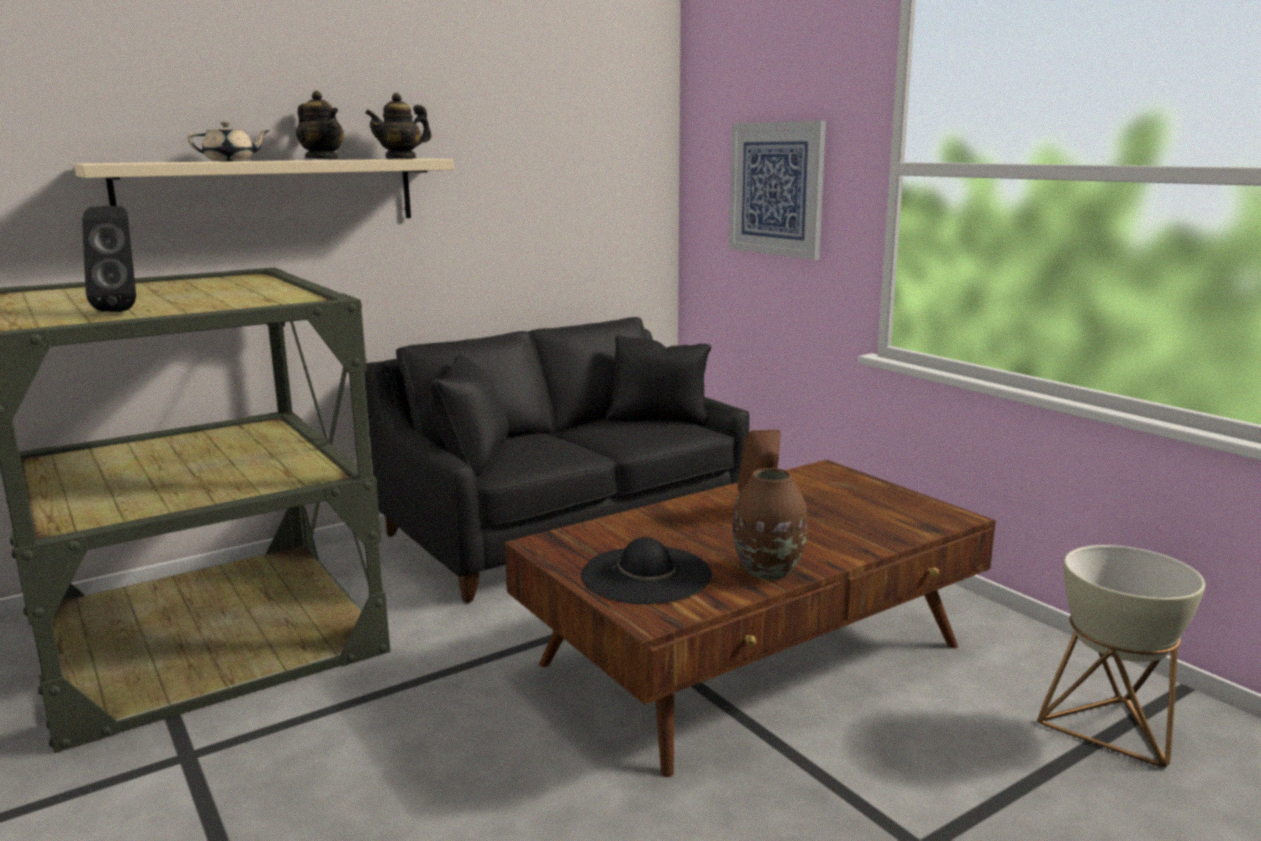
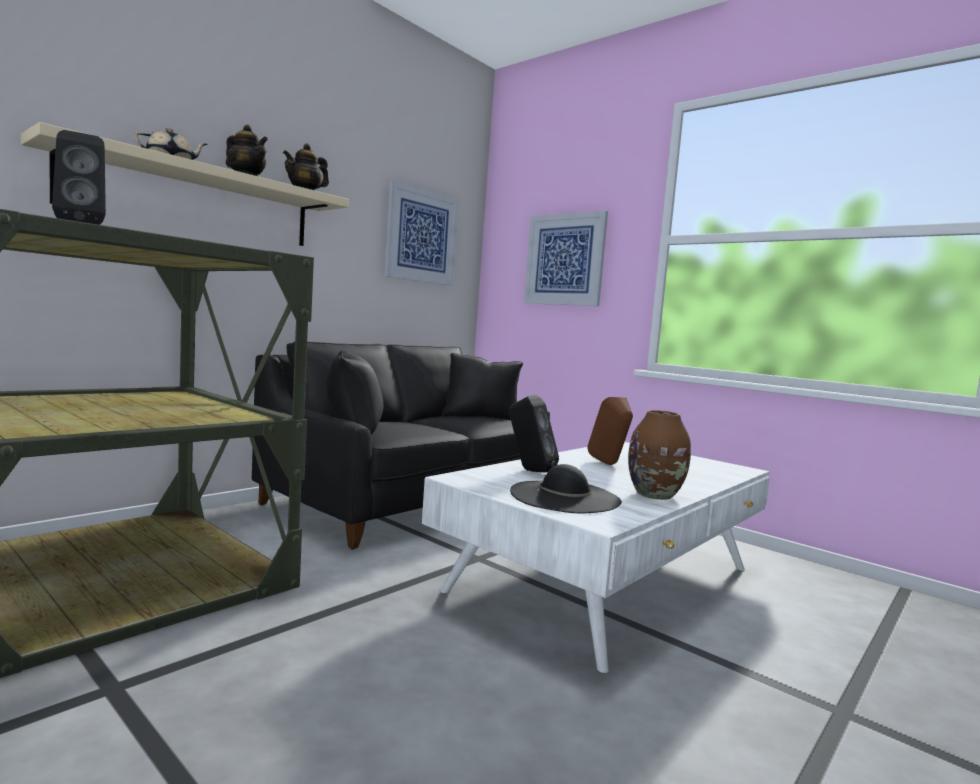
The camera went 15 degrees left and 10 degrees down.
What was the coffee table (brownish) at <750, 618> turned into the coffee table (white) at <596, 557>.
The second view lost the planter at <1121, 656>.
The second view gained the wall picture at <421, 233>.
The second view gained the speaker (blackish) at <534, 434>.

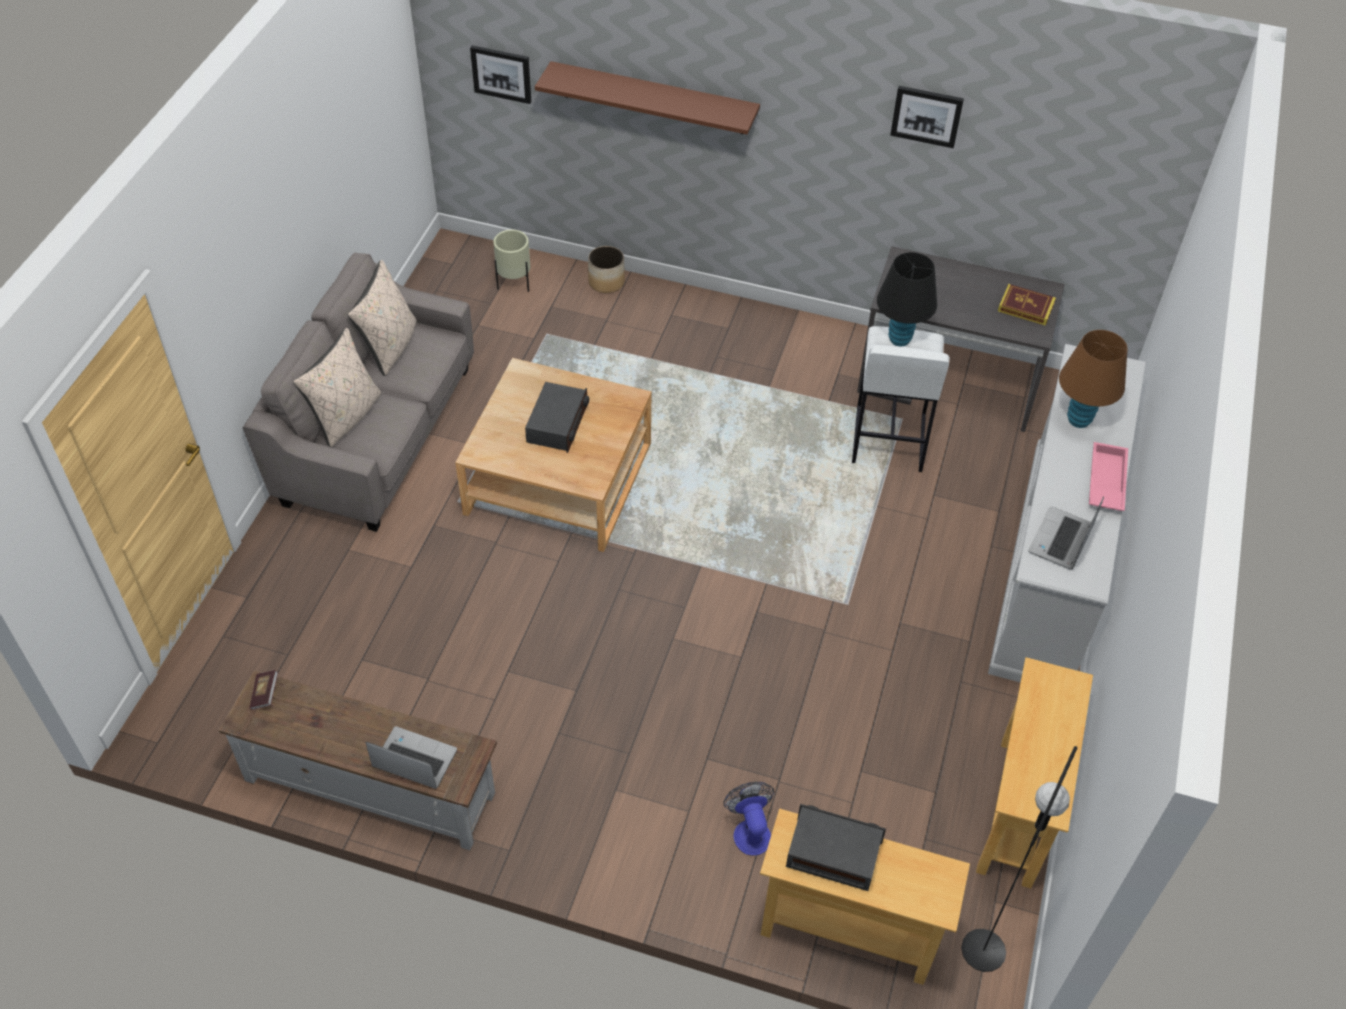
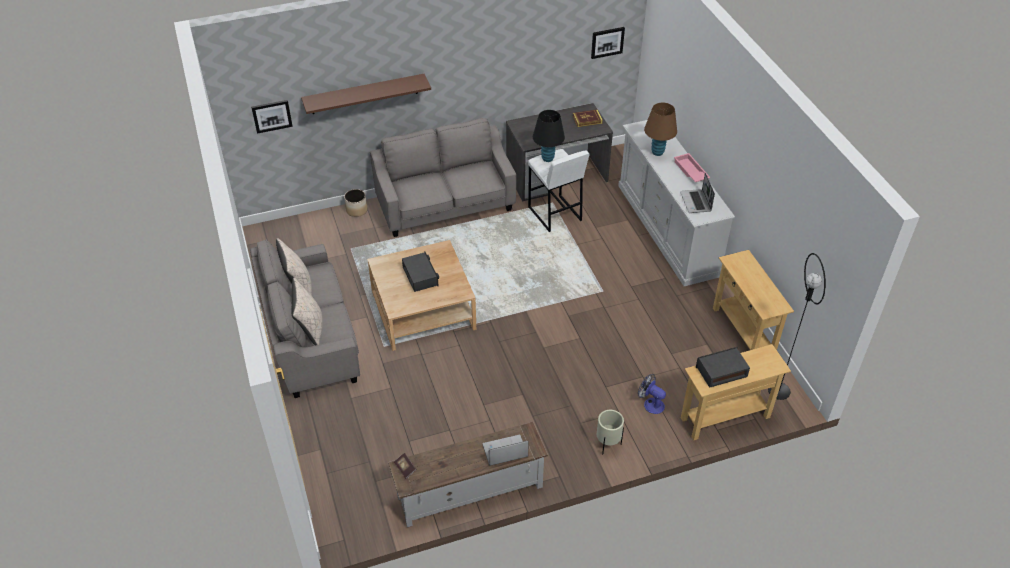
The camera went 35 degrees left and 5 degrees down.
The planter (sand-coloured) ended up elsewhere, having gone from <511, 261> to <610, 432>.
The wall picture ended up elsewhere, having gone from <927, 117> to <608, 43>.
The second view gained the sofa (grey) at <443, 177>.

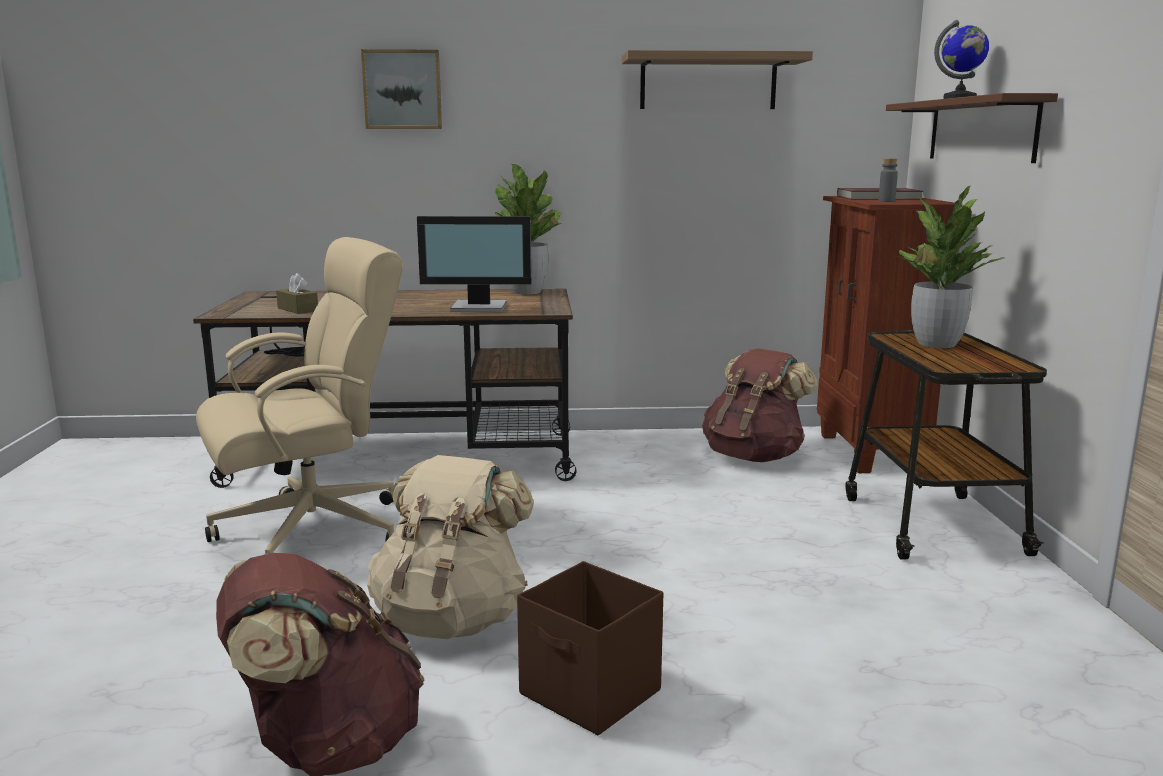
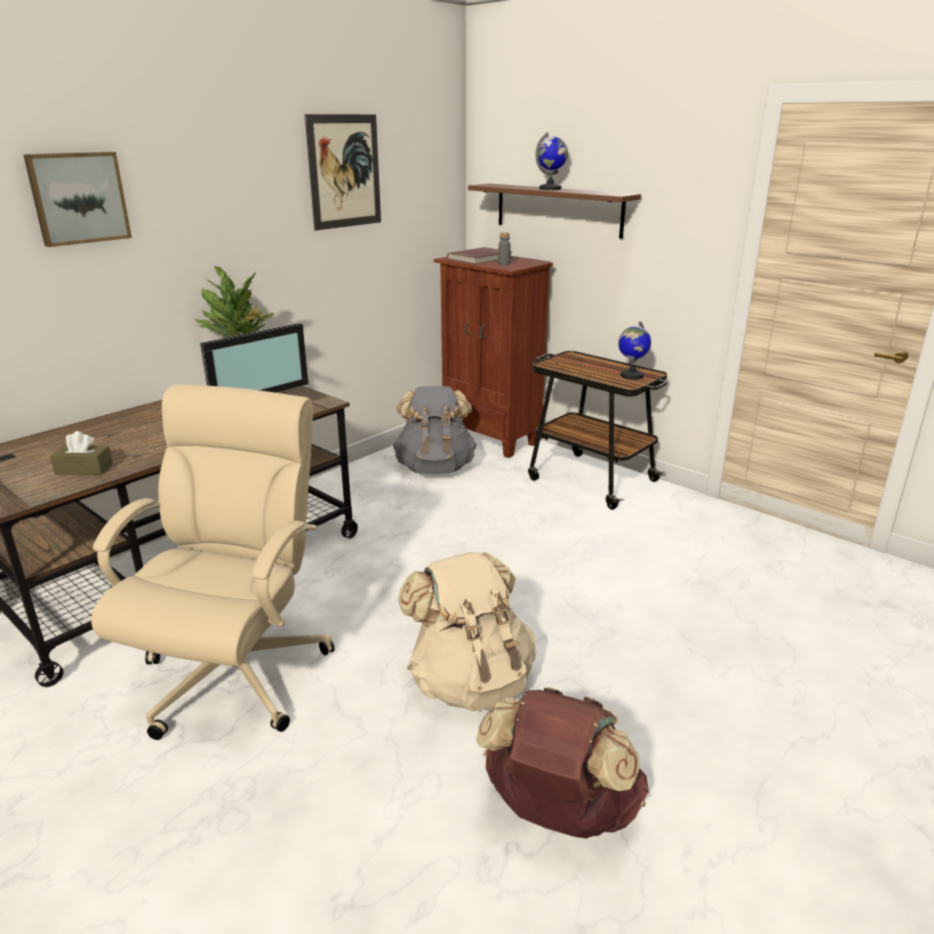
The camera went 45 degrees left and 10 degrees up.
The second view lost the storage box (brownish) at <590, 648>.
Where the shelf hung at <717, 79>, the wall picture came to hang at <343, 172>.
What was the backpack (brownish) at <759, 405> turned into the backpack (grey) at <435, 430>.
The second view lost the houseplant at <951, 267>.
The second view gained the desk globe at <634, 350>.

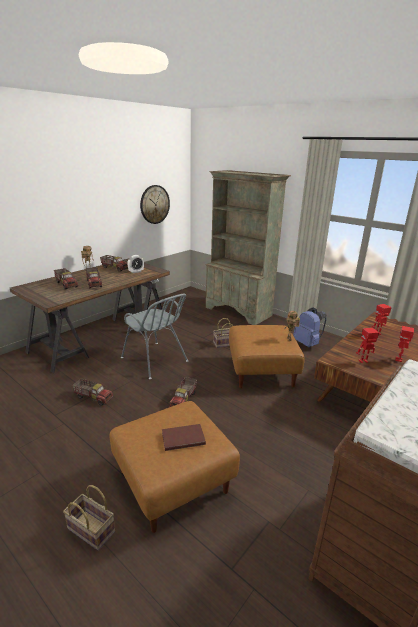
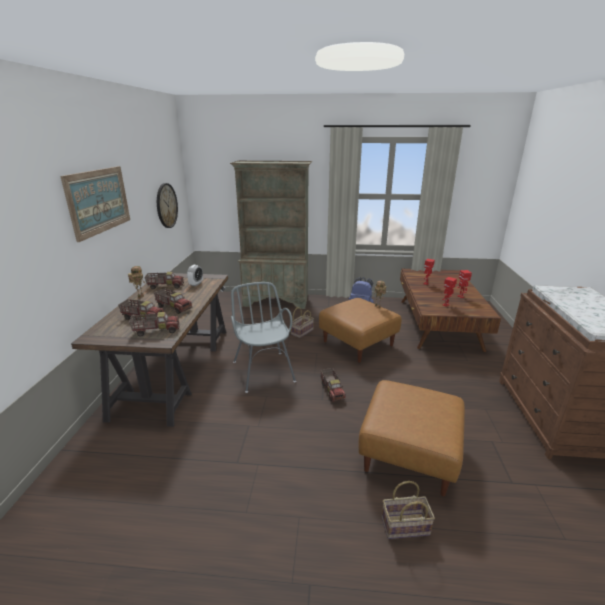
The camera went 35 degrees left and 0 degrees up.
The toy lorry ended up elsewhere, having gone from <92, 392> to <154, 324>.
The plain chair (grey) at <154, 336> ended up facing another way, 120 degrees counterclockwise from before.
The second view lost the book (brownish) at <184, 437>.
The second view gained the wall picture at <95, 204>.

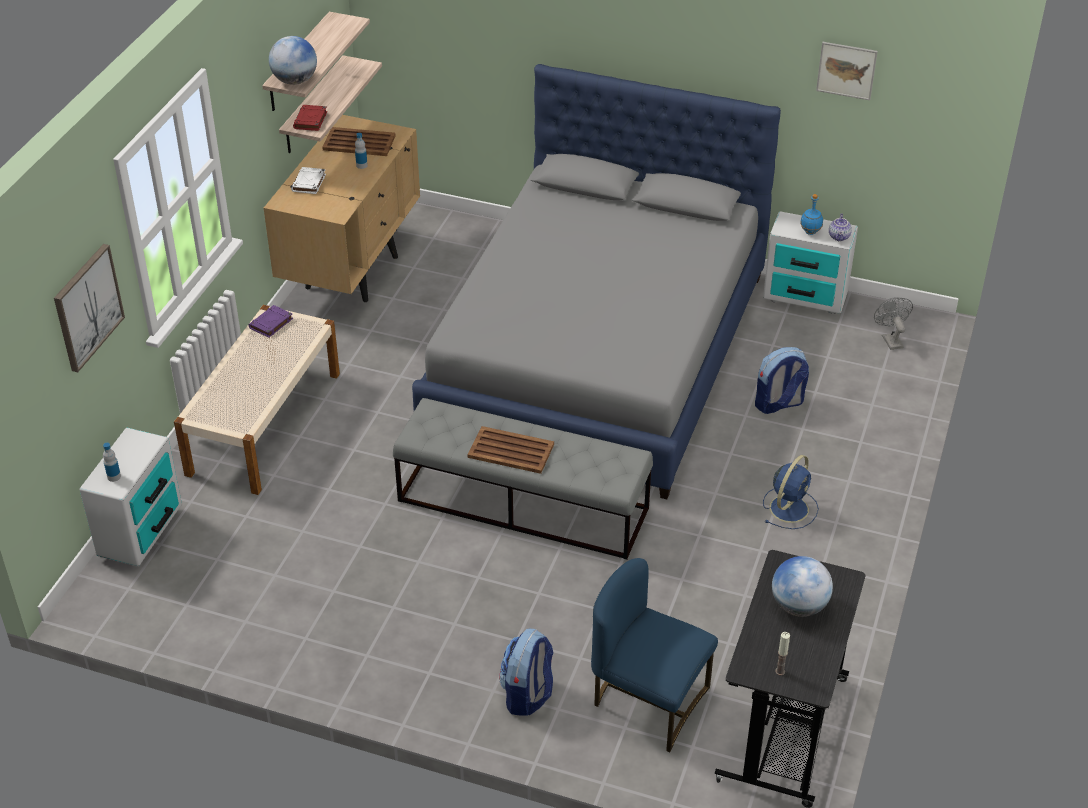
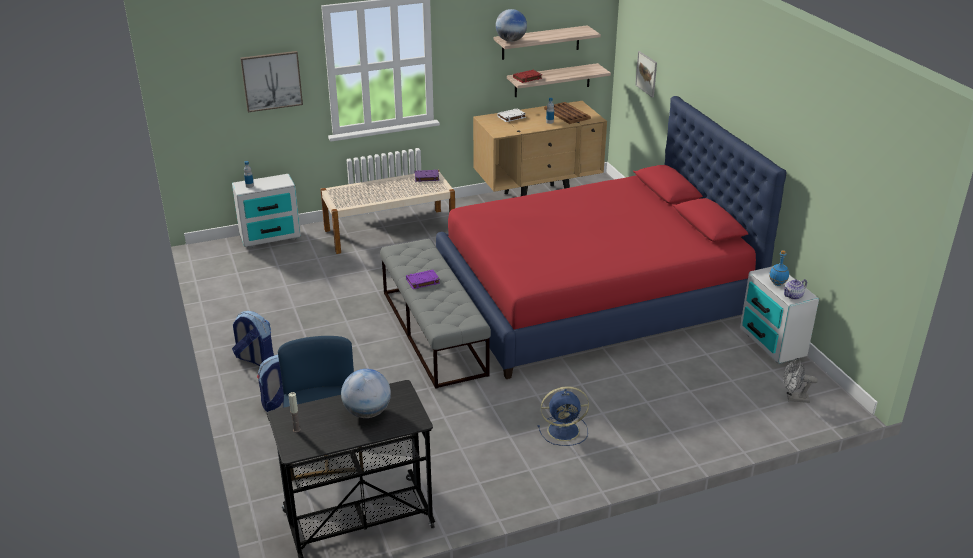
The camera went 50 degrees right and 10 degrees down.
What was the bed (grey) at <596, 281> turned into the bed (red) at <611, 237>.
Where the tray (brownish) stood at <510, 450>, the book (purplish) came to stand at <423, 279>.
The backpack ended up elsewhere, having gone from <782, 380> to <253, 338>.
The wall picture ended up elsewhere, having gone from <847, 71> to <646, 74>.
The electric fan (grey) at <893, 323> ended up facing another way, 120 degrees counterclockwise from before.

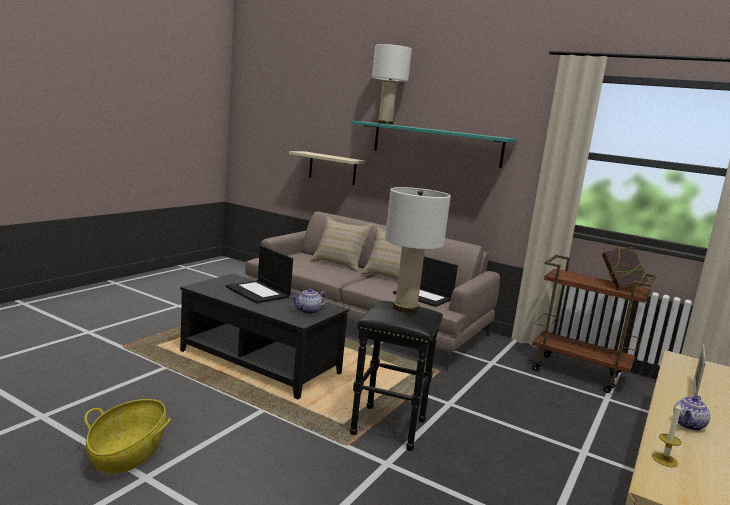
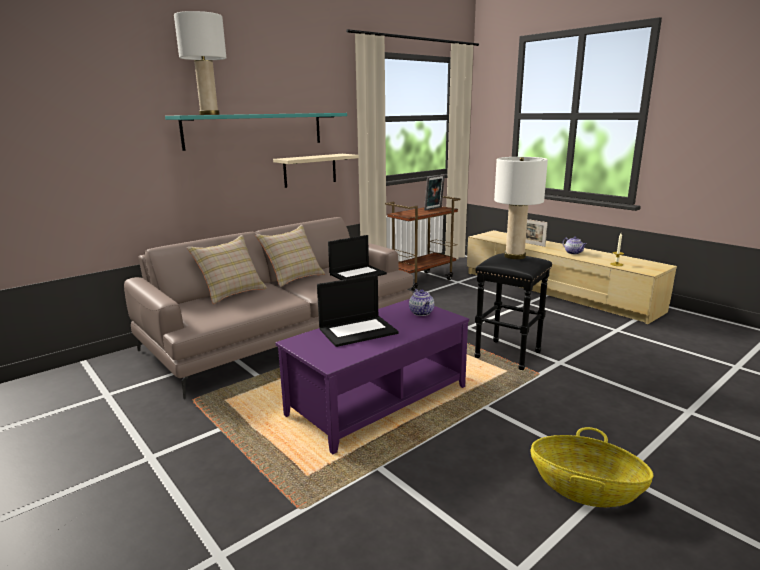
The camera went 70 degrees left and 5 degrees up.
What was the coffee table (blackish) at <264, 336> turned into the coffee table (purplish) at <372, 376>.
The shelf (sand-coloured) ended up elsewhere, having gone from <327, 168> to <316, 171>.
Where the book stood at <625, 268>, the standing frame came to stand at <434, 192>.

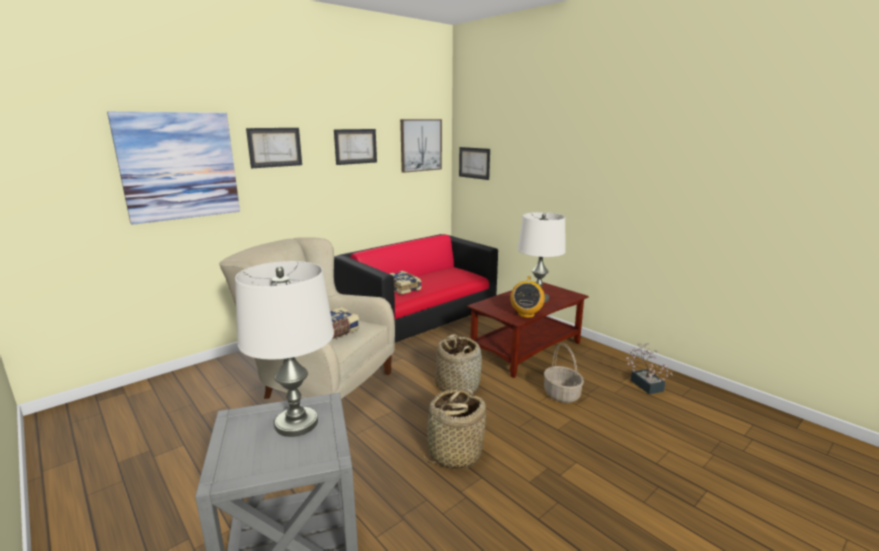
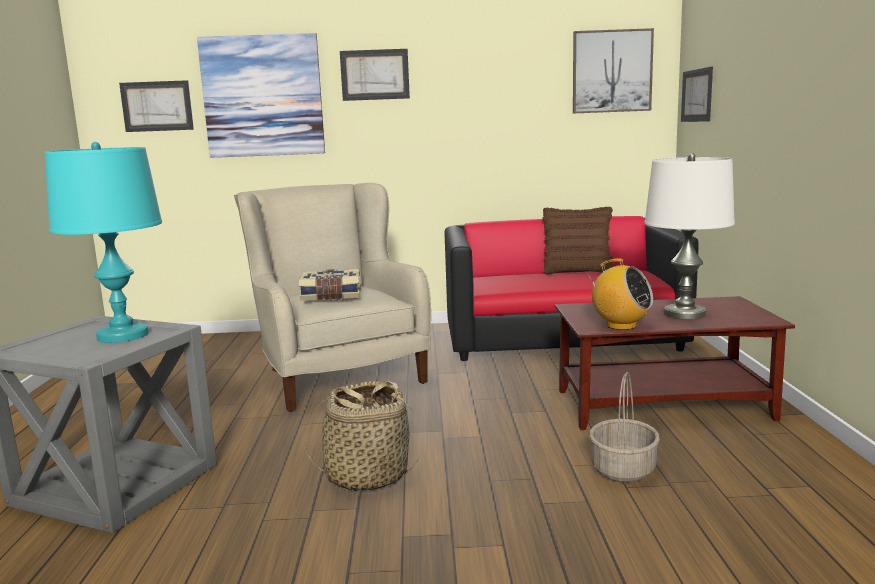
The camera went 40 degrees right and 5 degrees down.
What was the table lamp (white) at <284, 349> turned into the table lamp (turquoise-coloured) at <103, 242>.
The wall picture ended up elsewhere, having gone from <355, 147> to <156, 106>.
The second view lost the book at <405, 283>.
The second view lost the household basket at <458, 364>.
The radio at <527, 297> ended up facing another way, 105 degrees counterclockwise from before.
The second view lost the houseplant at <649, 368>.
The second view gained the cushion (brownish) at <578, 241>.

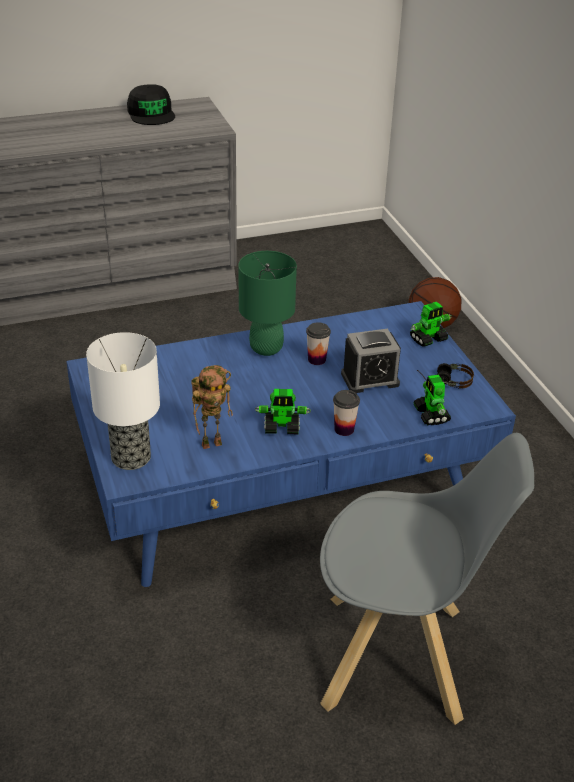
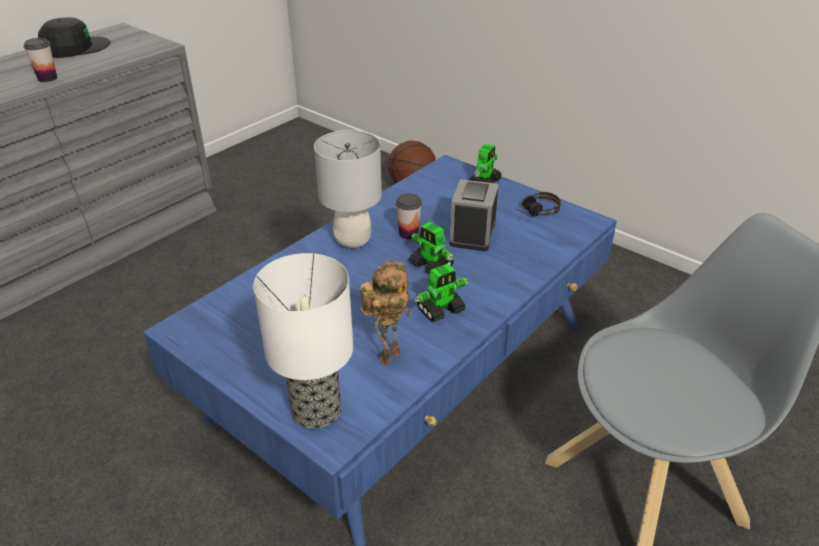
The camera went 30 degrees left and 0 degrees up.
The cap (blackish) at <151, 104> ended up facing another way, 75 degrees counterclockwise from before.
What was the table lamp (greenish) at <268, 303> turned into the table lamp (grey) at <348, 189>.
The cup ended up elsewhere, having gone from <346, 413> to <40, 60>.
The bedside clock at <371, 361> ended up facing another way, 150 degrees clockwise from before.
The model robot ended up elsewhere, having gone from <432, 399> to <431, 248>.

